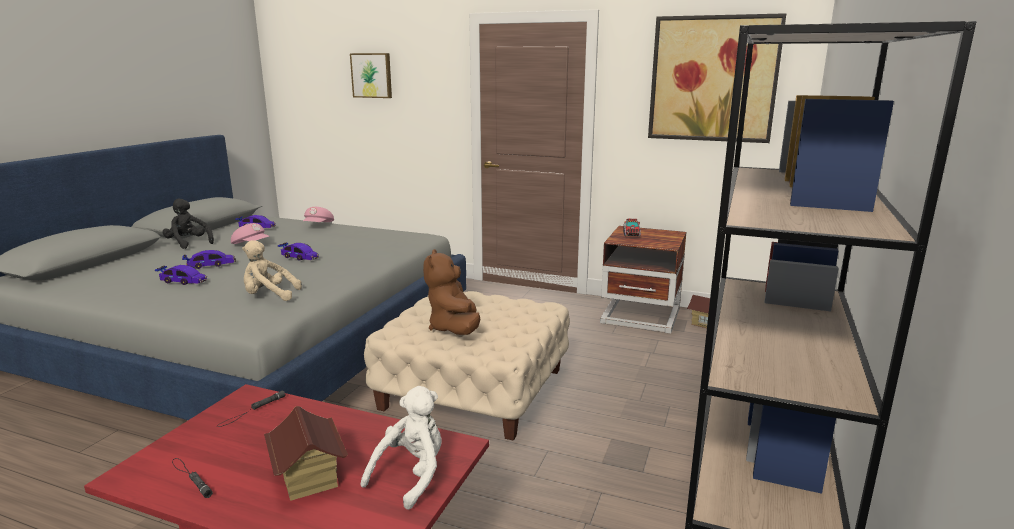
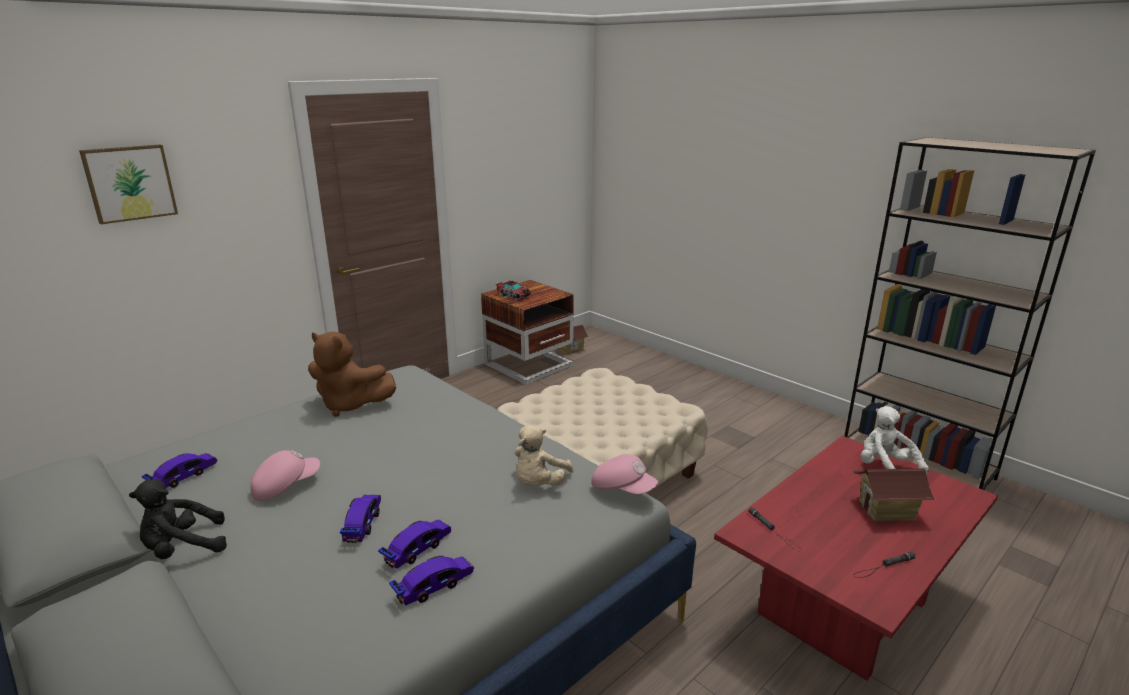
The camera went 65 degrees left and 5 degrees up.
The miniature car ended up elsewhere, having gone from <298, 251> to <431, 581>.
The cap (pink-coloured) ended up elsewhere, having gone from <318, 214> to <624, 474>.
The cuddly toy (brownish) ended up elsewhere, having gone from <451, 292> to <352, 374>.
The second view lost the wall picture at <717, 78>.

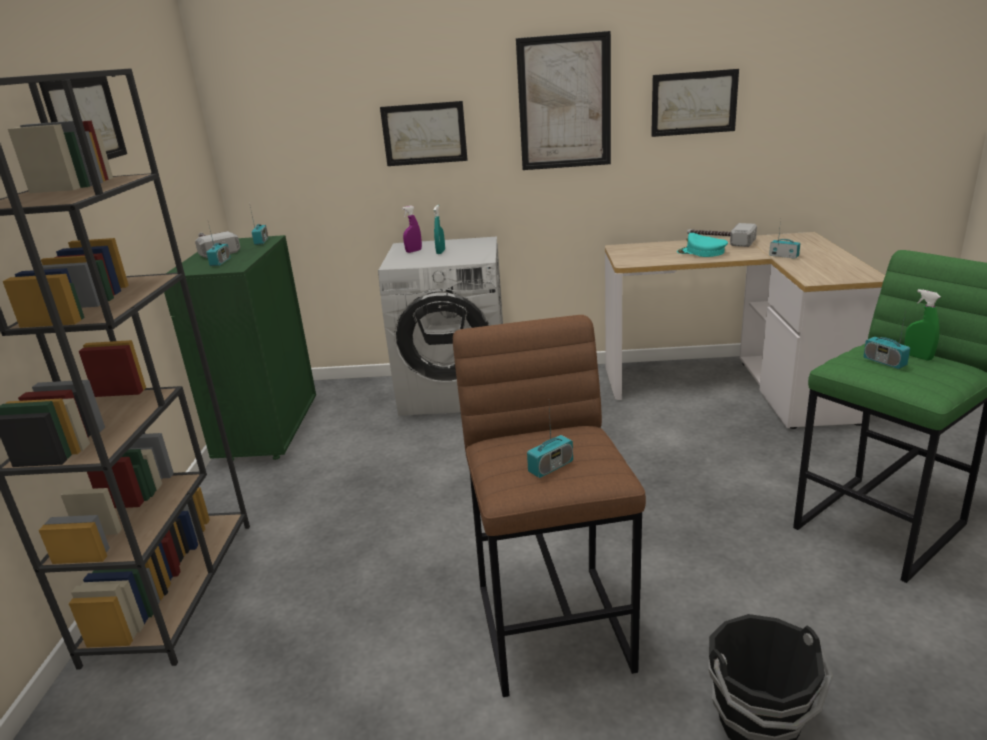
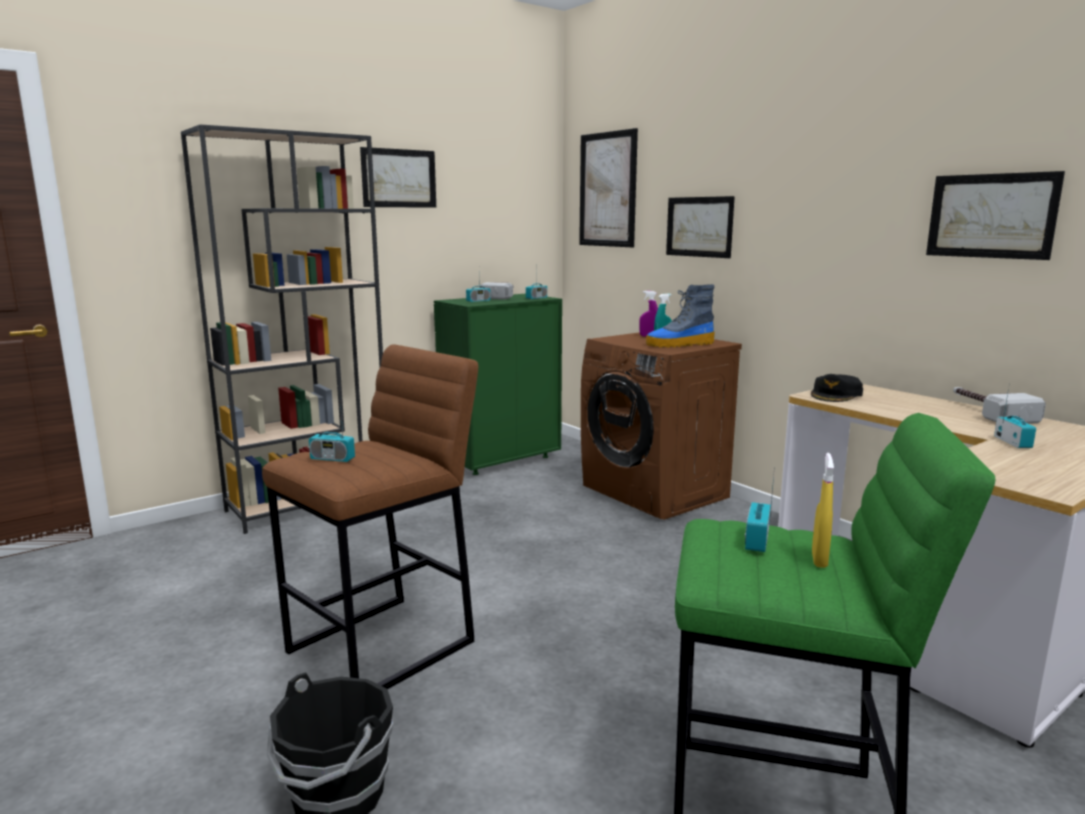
The camera went 50 degrees right and 10 degrees down.
What was the washing machine (white) at <440, 326> turned into the washing machine (brownish) at <661, 426>.
The wall picture ended up elsewhere, having gone from <563, 100> to <608, 187>.
The second view lost the cap (turquoise-coloured) at <702, 245>.
What was the spray bottle (greenish) at <922, 325> turned into the spray bottle (yellow-coloured) at <823, 510>.
The second view gained the tall boot at <680, 316>.
The second view gained the cap (blackish) at <837, 388>.

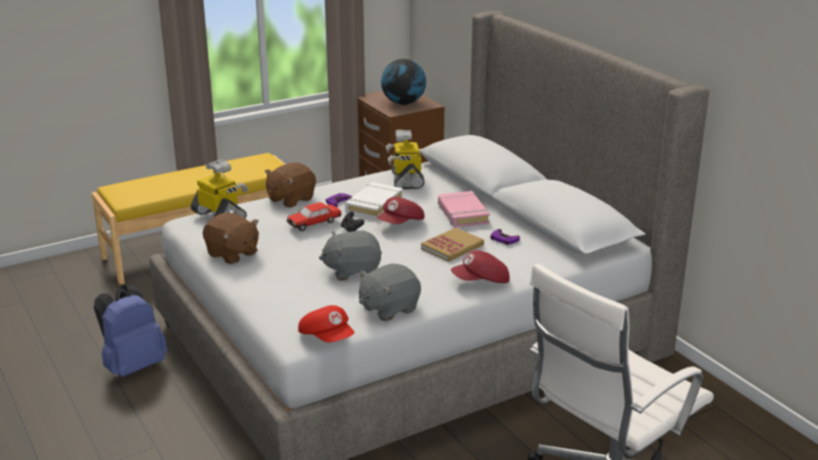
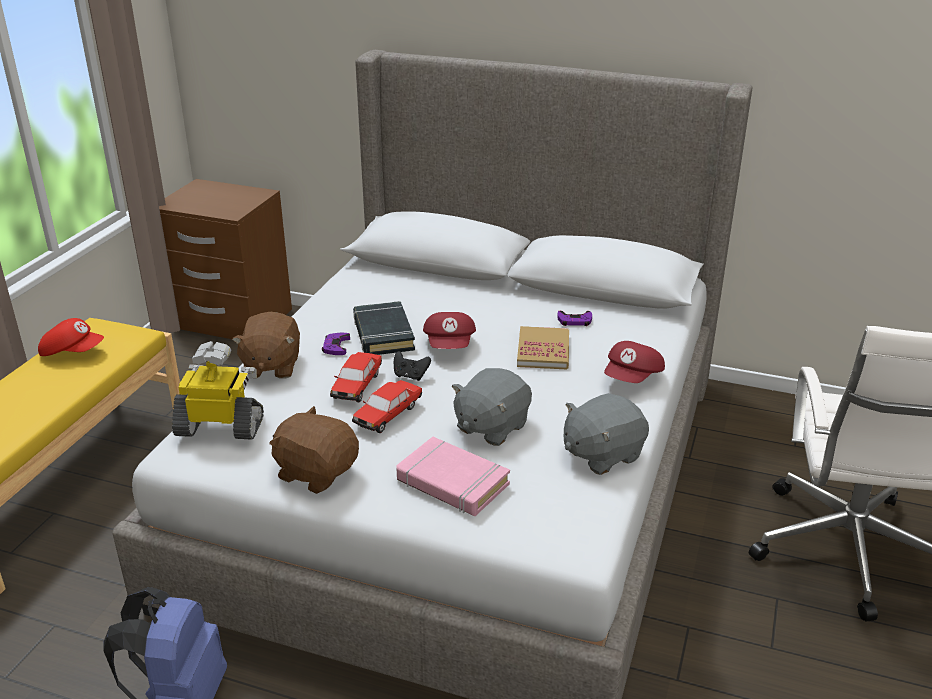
The camera went 40 degrees left and 5 degrees up.
The cuddly toy (brownish) at <231, 238> ended up facing another way, 150 degrees counterclockwise from before.
The cap (red) ended up elsewhere, having gone from <326, 323> to <71, 337>.
What was the book (white) at <374, 200> turned into the book (blackish) at <384, 328>.
The cuddly toy (grey) at <390, 292> ended up facing another way, 45 degrees clockwise from before.
The second view lost the desk globe at <403, 82>.
The second view lost the model robot at <405, 159>.
The book (pink-coloured) ended up elsewhere, having gone from <464, 209> to <453, 476>.
The second view gained the miniature car at <387, 406>.

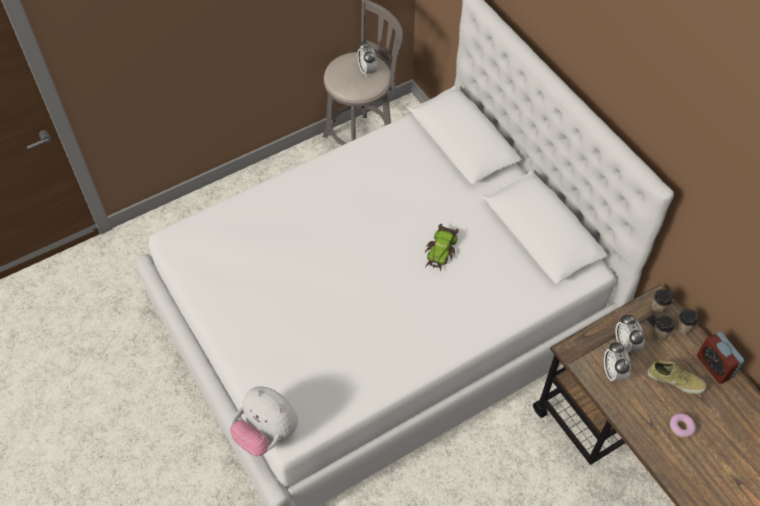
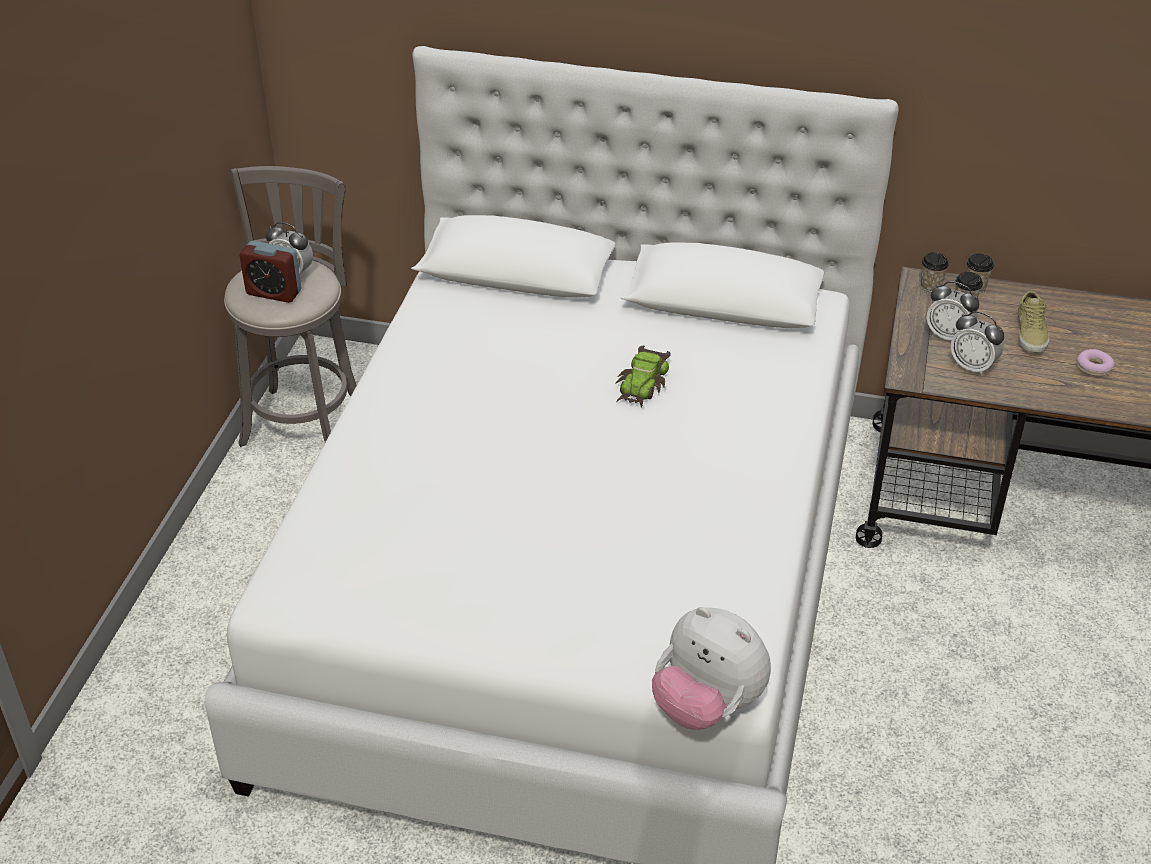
The camera went 45 degrees left and 15 degrees down.
The cuddly toy at <264, 421> ended up facing another way, 45 degrees clockwise from before.
The miniature car at <441, 248> ended up facing another way, 45 degrees clockwise from before.
The low shoe (sand-coloured) at <676, 377> ended up facing another way, 120 degrees clockwise from before.
The bedside clock ended up elsewhere, having gone from <720, 358> to <270, 272>.

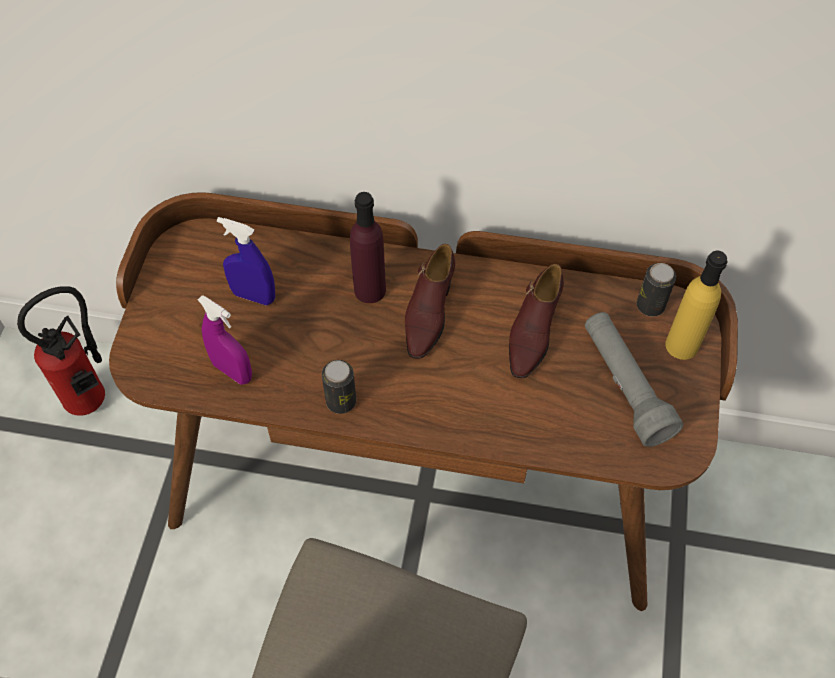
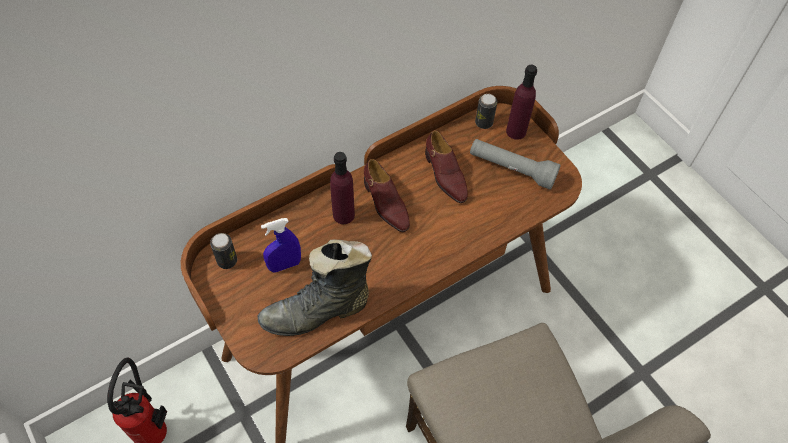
The camera went 45 degrees left and 0 degrees up.
Where the spray bottle (purplish) stood at <225, 340>, the tall boot (blackish) came to stand at <314, 288>.
The can ended up elsewhere, having gone from <339, 387> to <223, 251>.
What was the bottle (yellow-coloured) at <696, 305> turned into the bottle (purplish) at <521, 102>.

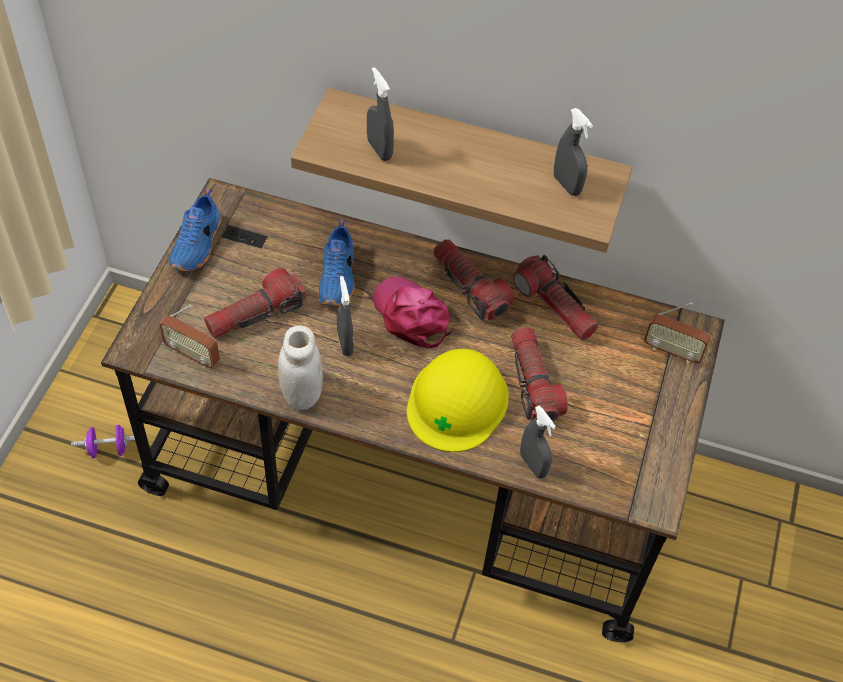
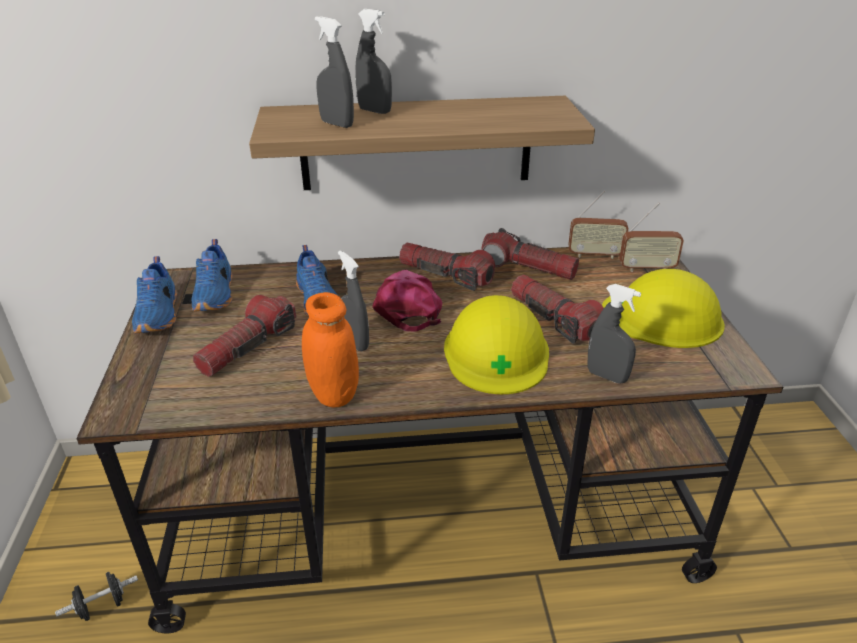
The camera went 20 degrees left and 20 degrees down.
What was the hand weight (purplish) at <103, 441> turned into the hand weight (blackish) at <96, 596>.
The radio ended up elsewhere, having gone from <189, 336> to <598, 225>.
What was the jar (white) at <300, 368> turned into the jar (orange) at <330, 349>.
The cap (pink-coloured) at <413, 312> ended up facing another way, 45 degrees clockwise from before.
The spray bottle (grey) ended up elsewhere, having gone from <573, 152> to <373, 61>.
The second view gained the low shoe (blue) at <212, 275>.
The second view gained the safety helmet (yellow-coloured) at <663, 308>.

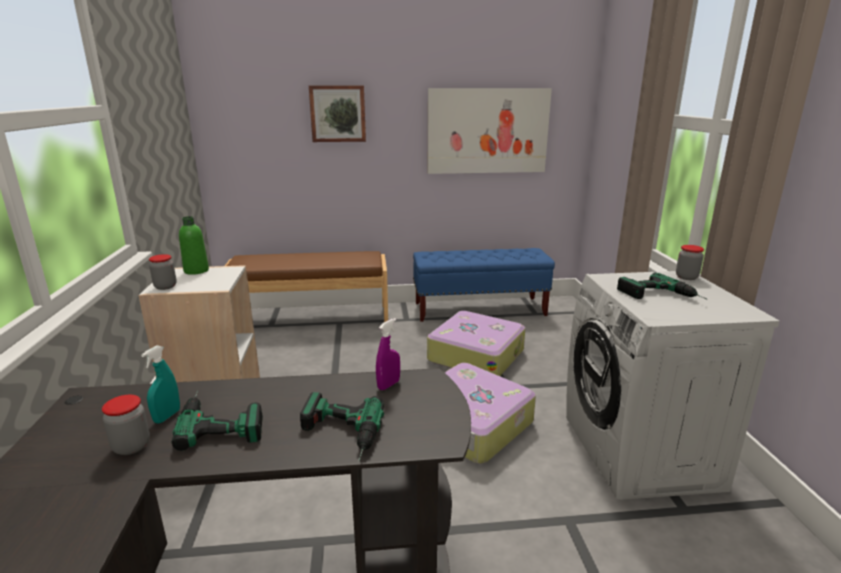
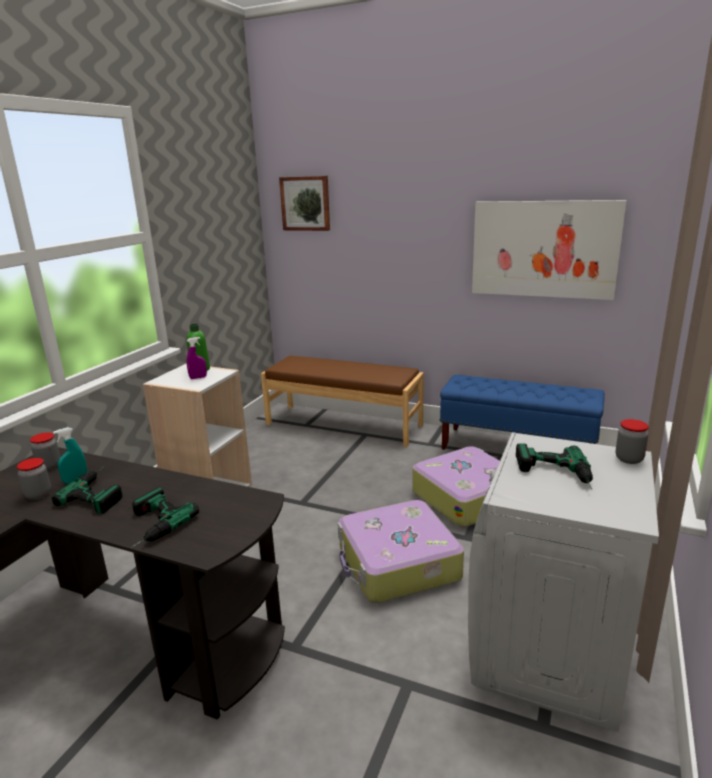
The camera went 30 degrees right and 0 degrees up.
The jar ended up elsewhere, having gone from <163, 272> to <45, 451>.
The wall picture ended up elsewhere, having gone from <337, 114> to <304, 203>.
The spray bottle (purplish) ended up elsewhere, having gone from <388, 354> to <197, 358>.

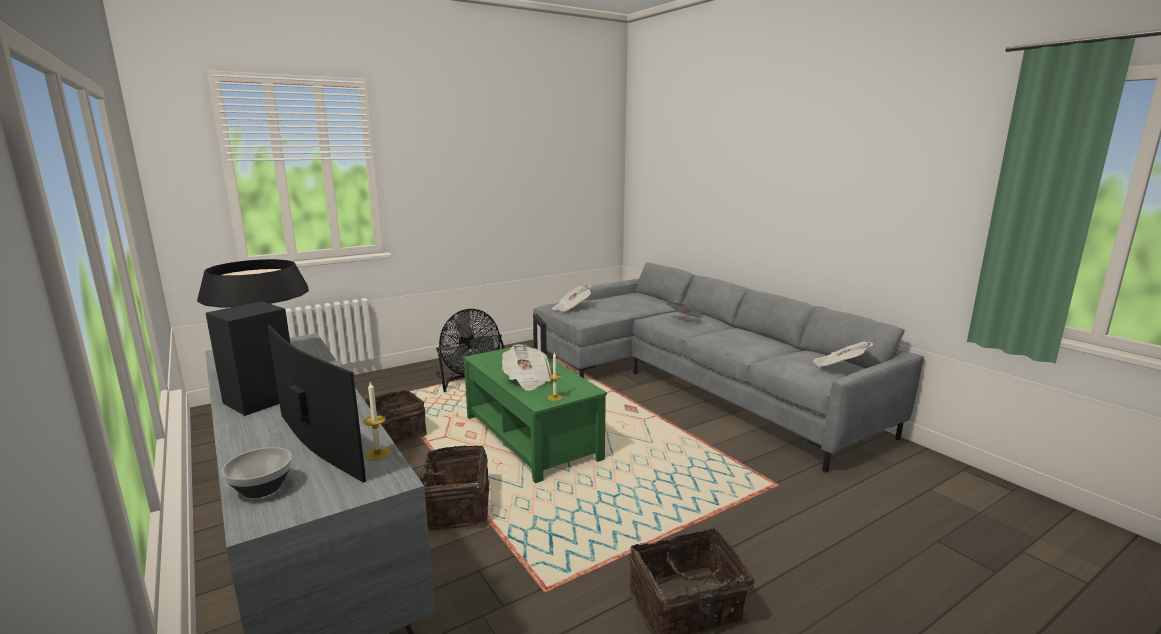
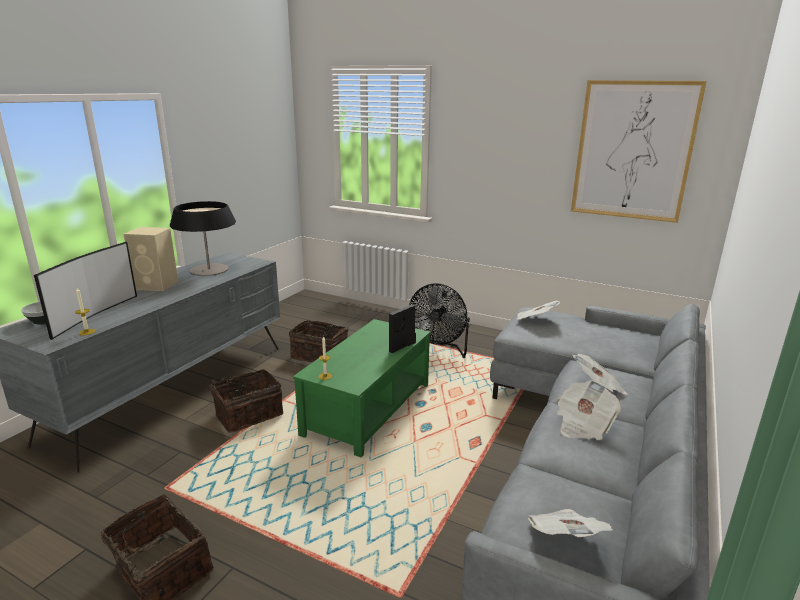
The camera went 60 degrees right and 5 degrees up.
What was the speaker (blackish) at <248, 358> turned into the speaker (sand-coloured) at <150, 259>.
The daily paper ended up elsewhere, having gone from <526, 367> to <589, 410>.
The second view gained the wall picture at <639, 151>.

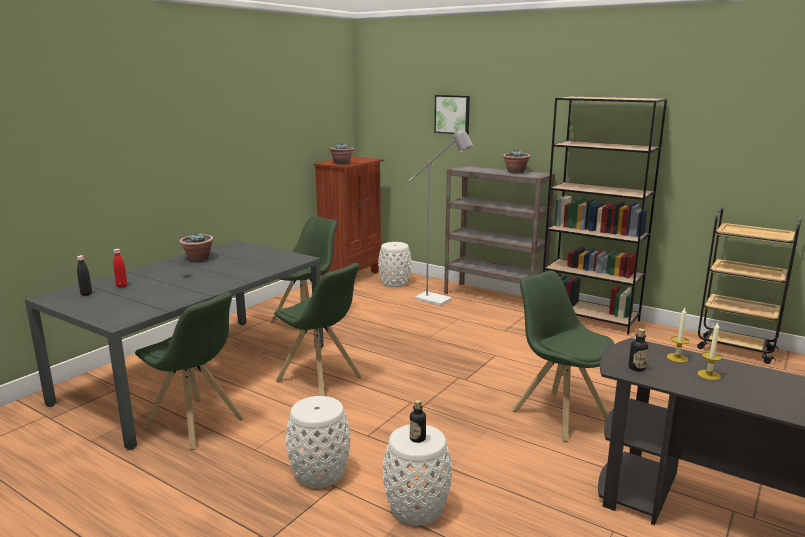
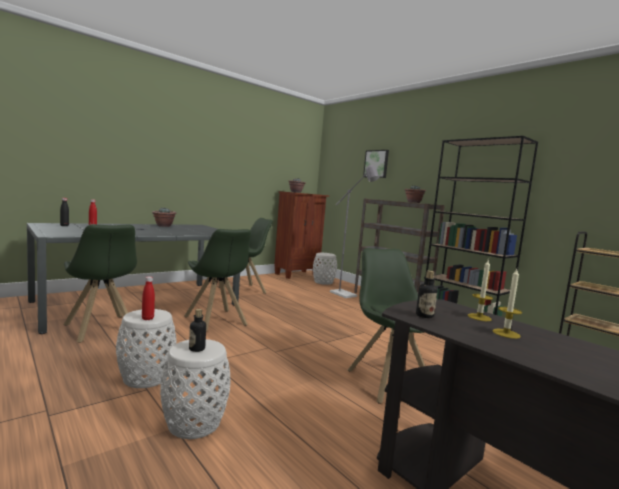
The camera went 15 degrees right and 10 degrees down.
The second view gained the bottle (red) at <148, 298>.

